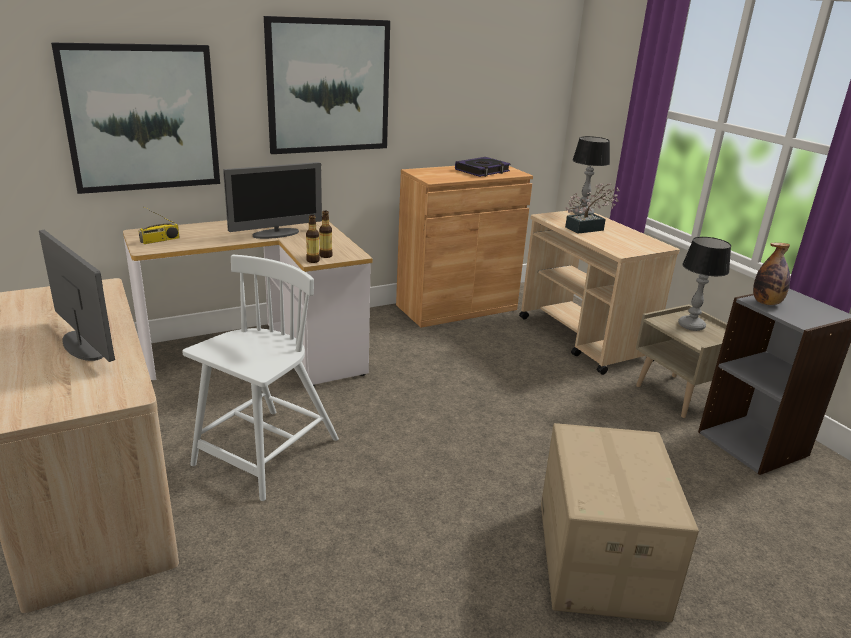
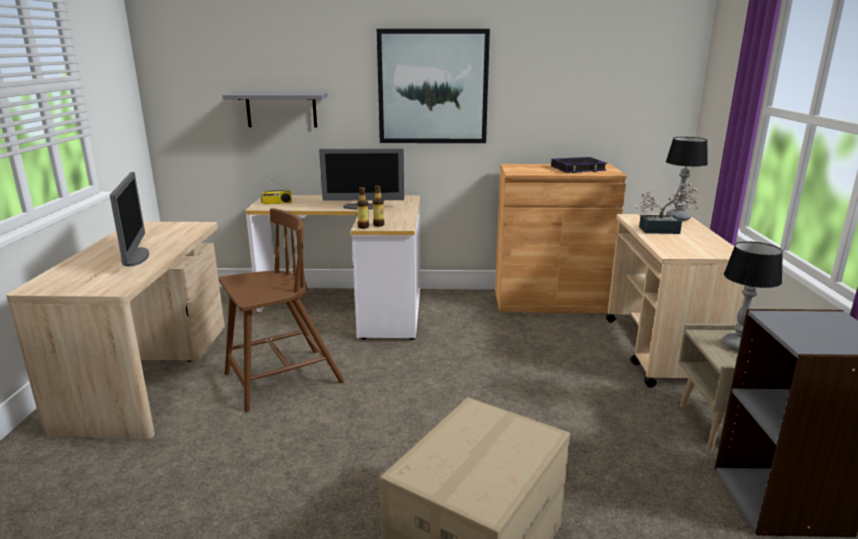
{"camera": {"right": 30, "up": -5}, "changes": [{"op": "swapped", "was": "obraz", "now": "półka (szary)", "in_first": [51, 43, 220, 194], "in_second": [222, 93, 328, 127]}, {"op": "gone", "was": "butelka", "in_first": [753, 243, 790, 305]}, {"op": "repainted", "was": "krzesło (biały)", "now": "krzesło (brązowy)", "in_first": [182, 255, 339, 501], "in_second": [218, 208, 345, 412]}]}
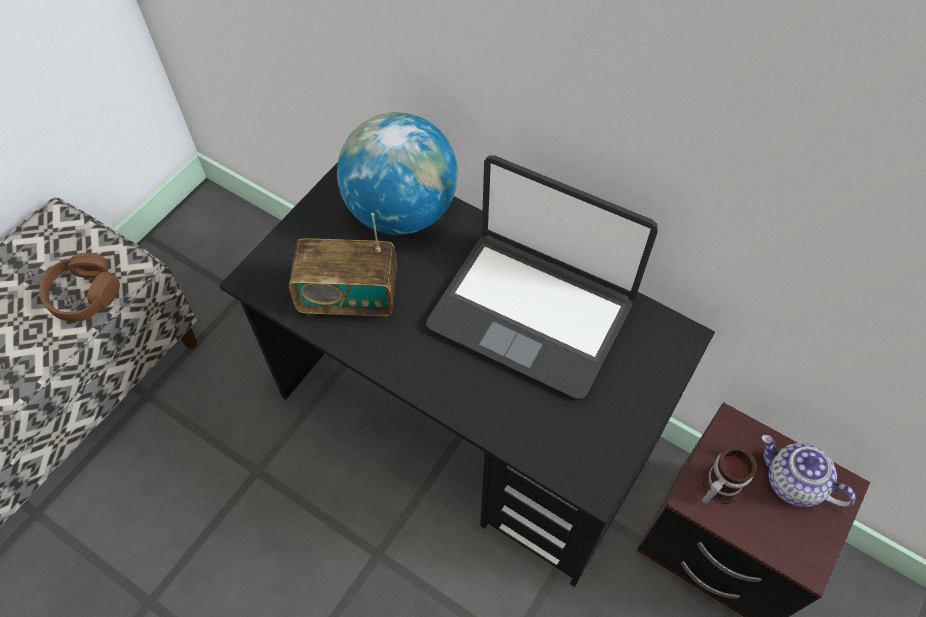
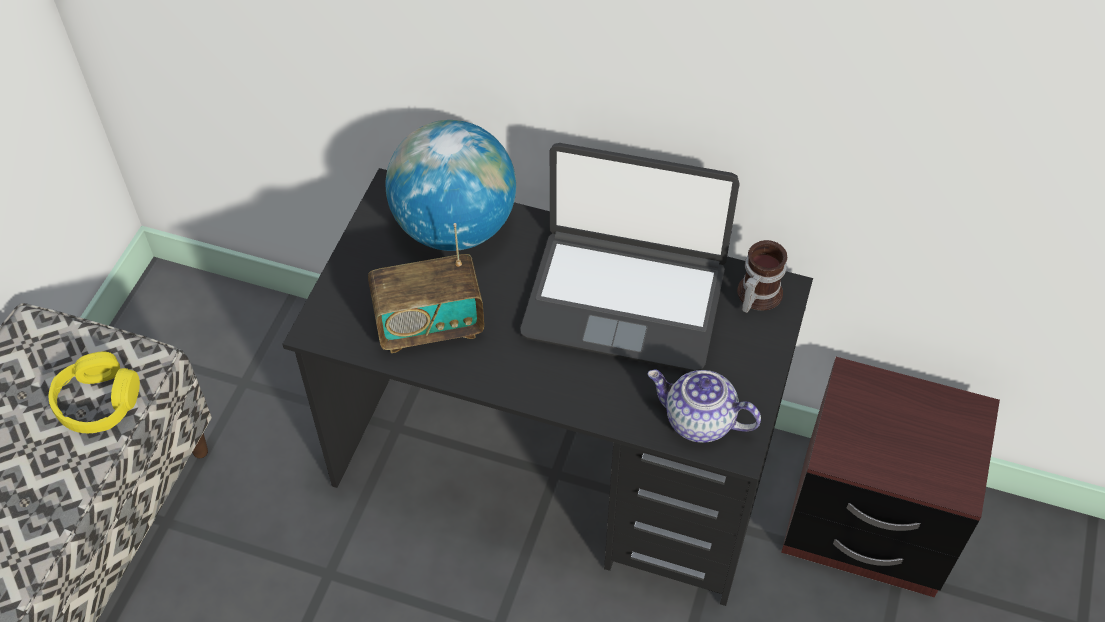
{"camera": {"right": -15, "up": -5}, "changes": [{"op": "repainted", "was": "słuchawki (brązowy)", "now": "słuchawki (żółty)", "in_first": [39, 253, 120, 321], "in_second": [48, 351, 140, 433]}, {"op": "shifted", "was": "imbryk", "in_first": [761, 435, 856, 508], "in_second": [647, 370, 761, 443]}, {"op": "shifted", "was": "kubek", "in_first": [702, 447, 757, 504], "in_second": [737, 240, 787, 313]}]}
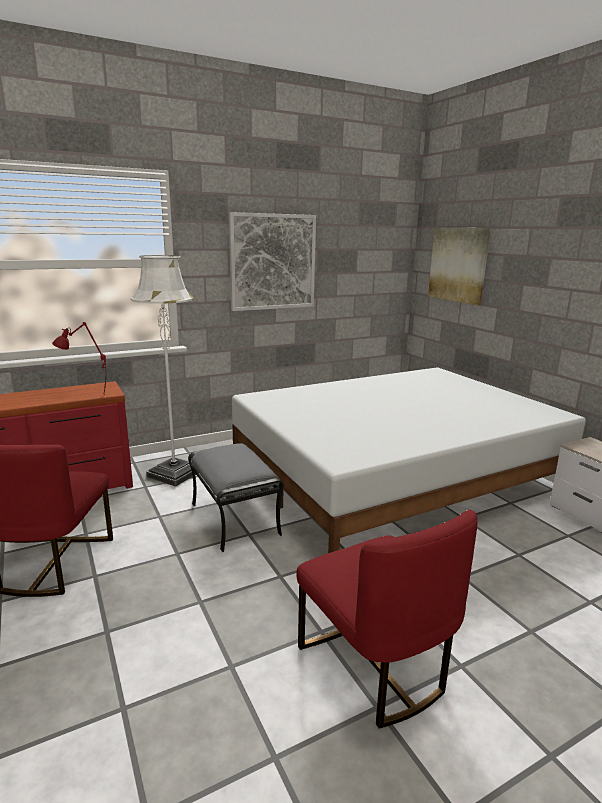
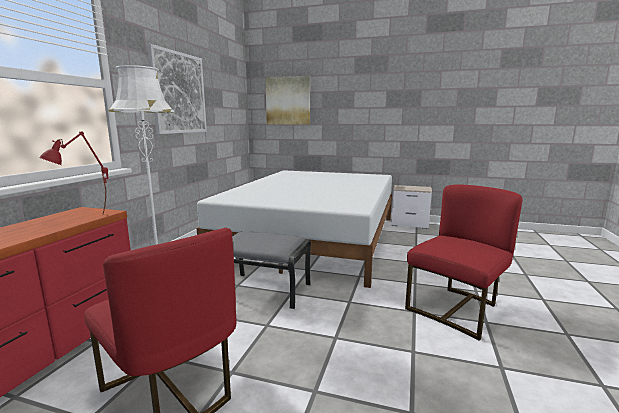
{"camera": {"right": -45, "up": -5}, "changes": [{"op": "rotated", "was": "krzesło (czerwony)", "in_first": [296, 510, 478, 728], "in_second": [405, 184, 522, 341], "clockwise": -60}]}
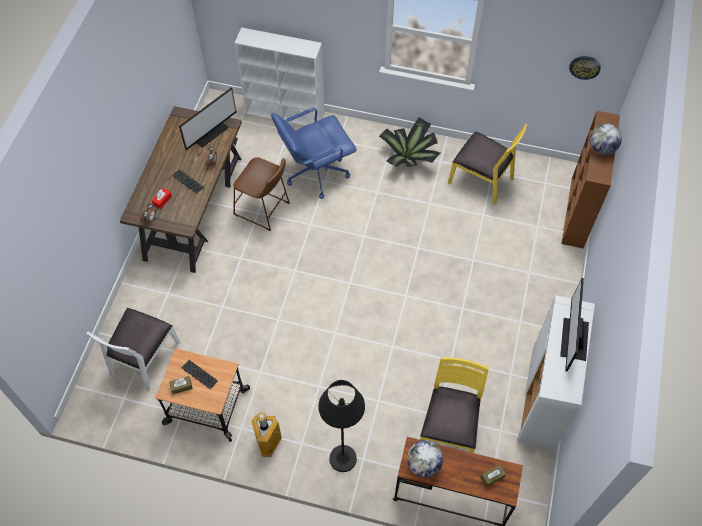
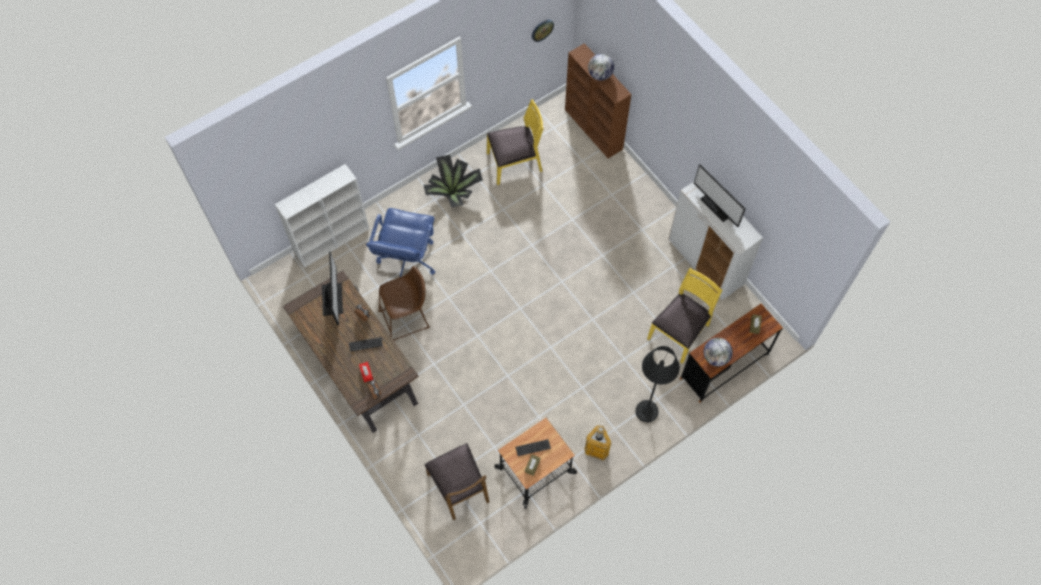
{"camera": {"right": -50, "up": 5}, "changes": [{"op": "repainted", "was": "krzesło (biały)", "now": "krzesło (brązowy)", "in_first": [86, 308, 180, 392], "in_second": [424, 443, 489, 520]}, {"op": "rotated", "was": "krzesło (żółty)", "in_first": [420, 357, 489, 453], "in_second": [647, 268, 722, 364], "clockwise": 75}]}
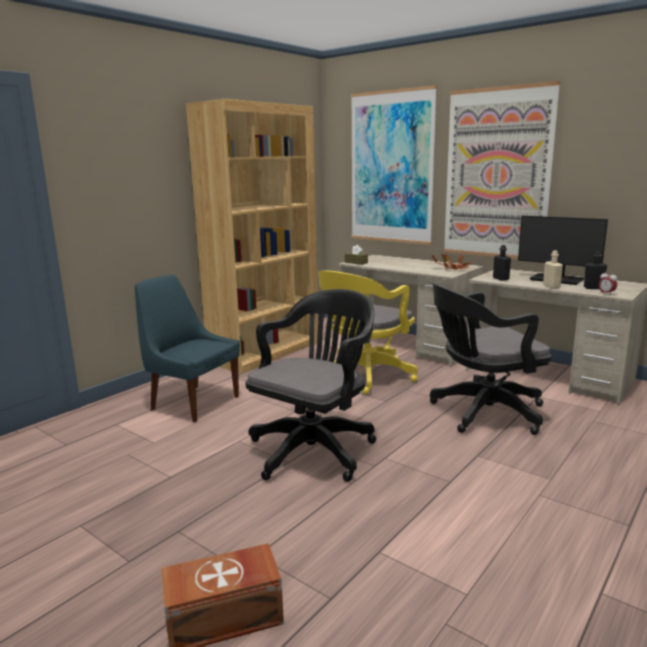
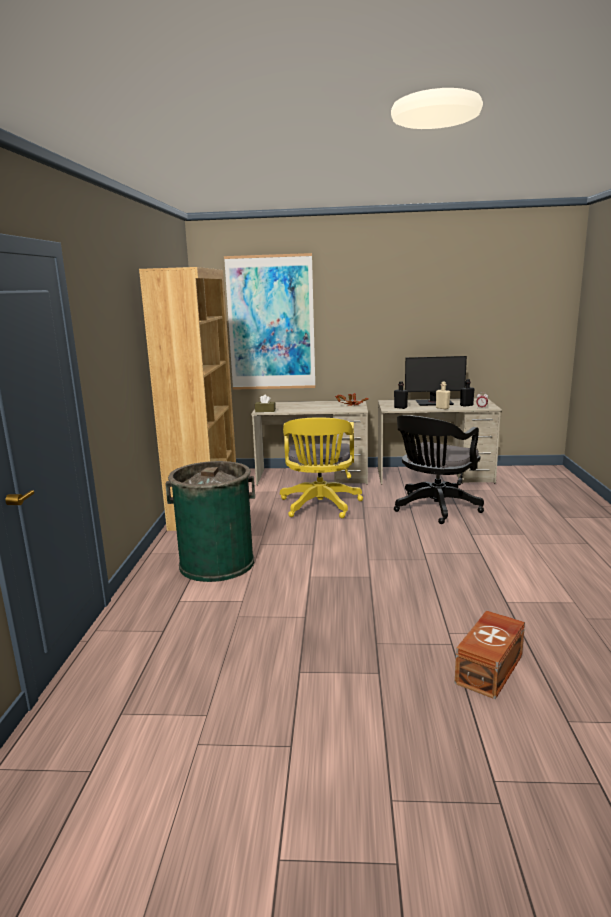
{"camera": {"right": -35, "up": 0}, "changes": [{"op": "gone", "was": "obraz", "in_first": [444, 81, 560, 259]}, {"op": "swapped", "was": "krzesło (niebieski)", "now": "kosz na śmieci (zielony)", "in_first": [135, 275, 240, 422], "in_second": [165, 461, 255, 582]}, {"op": "gone", "was": "krzesło biurowe (czarny)", "in_first": [245, 289, 376, 482]}]}
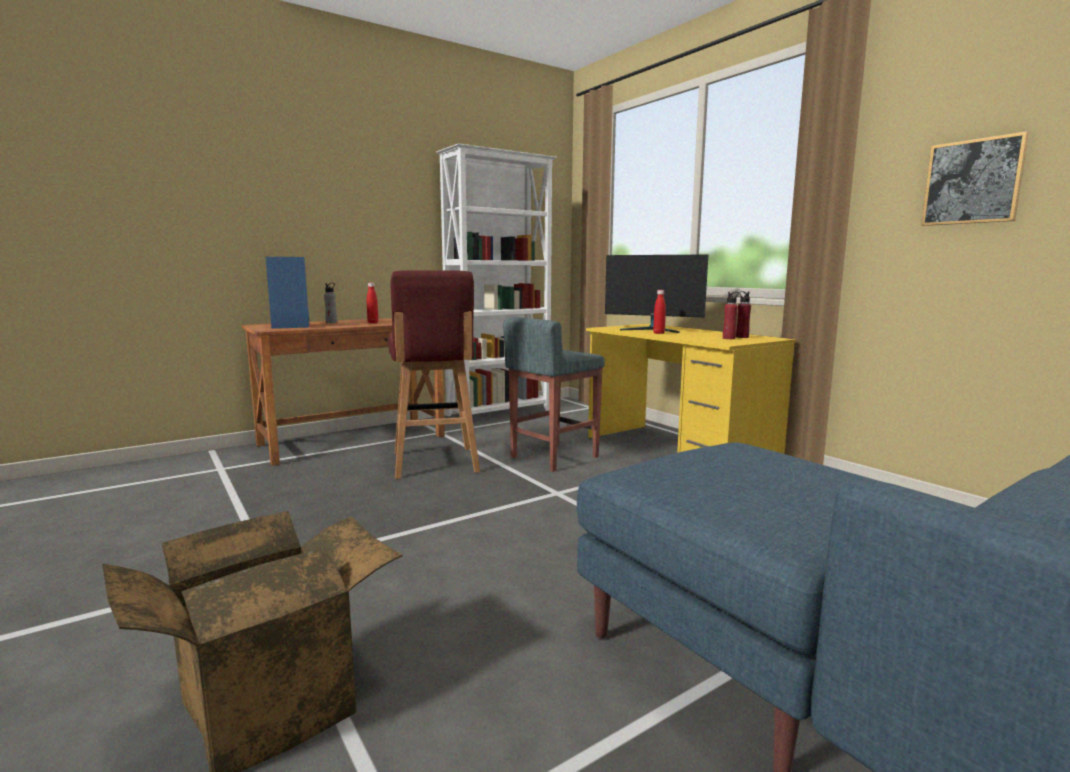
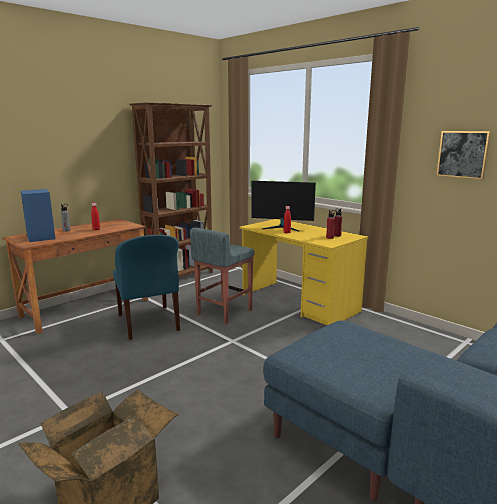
{"camera": {"right": -10, "up": 5}, "changes": [{"op": "repainted", "was": "regał (biały)", "now": "regał (brązowy)", "in_first": [436, 143, 557, 416], "in_second": [130, 102, 213, 277]}, {"op": "swapped", "was": "stołek (czerwony)", "now": "krzesło (niebieski)", "in_first": [388, 270, 480, 479], "in_second": [113, 235, 180, 340]}]}
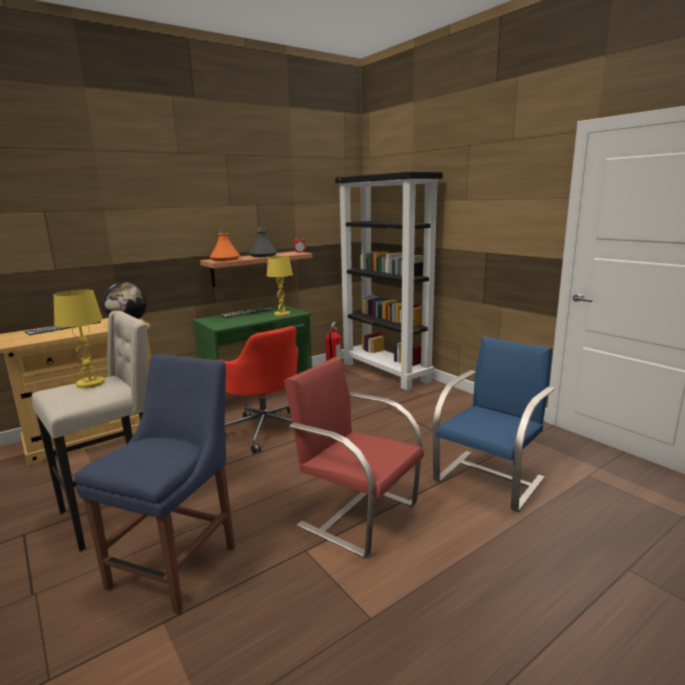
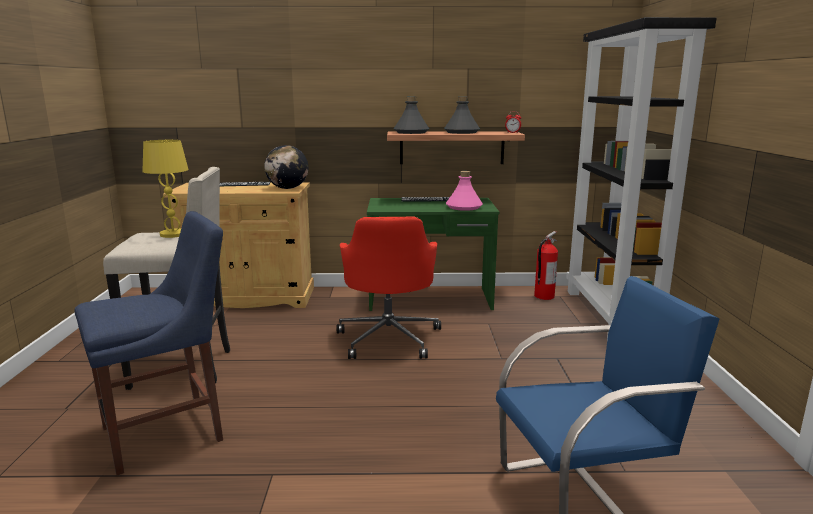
{"camera": {"right": 35, "up": 0}, "changes": [{"op": "repainted", "was": "butelka (pomarańczowy)", "now": "butelka (szary)", "in_first": [210, 229, 240, 261], "in_second": [393, 96, 429, 134]}, {"op": "swapped", "was": "lampa stołowa (żółty)", "now": "butelka (różowy)", "in_first": [267, 256, 293, 316], "in_second": [446, 171, 483, 211]}, {"op": "gone", "was": "krzesło (czerwony)", "in_first": [284, 357, 424, 558]}]}
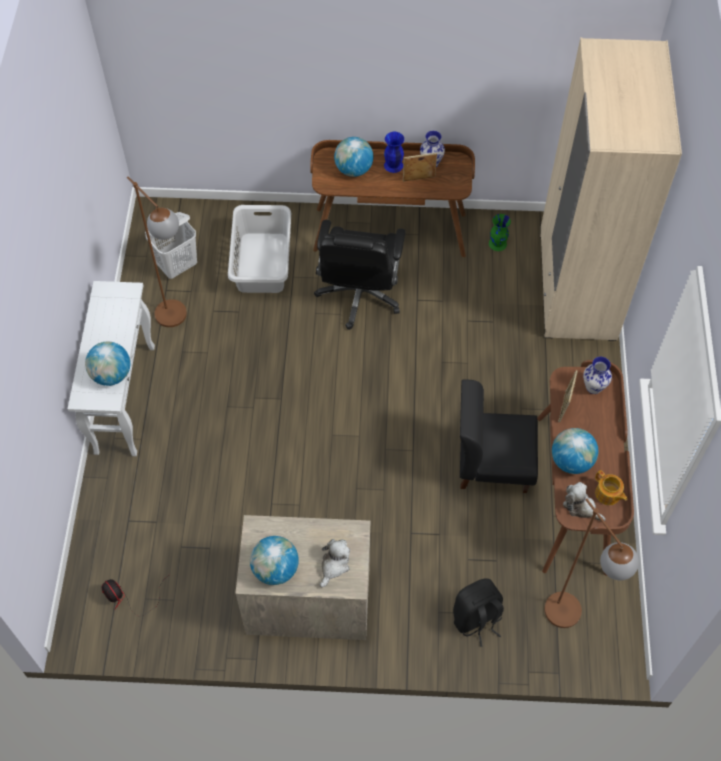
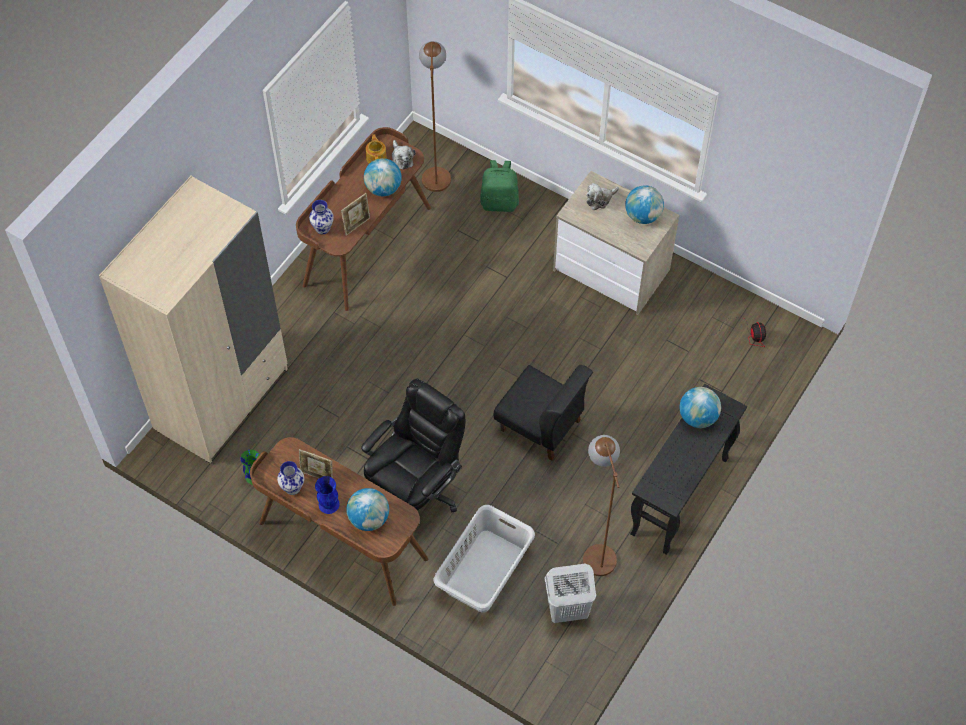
{"camera": {"right": -150, "up": 0}, "changes": [{"op": "repainted", "was": "stolik konsolowy (biały)", "now": "stolik konsolowy (czarny)", "in_first": [68, 281, 155, 456], "in_second": [630, 384, 747, 555]}, {"op": "shifted", "was": "krzesło (czarny)", "in_first": [460, 379, 538, 493], "in_second": [493, 365, 593, 461]}, {"op": "repainted", "was": "plecak (czarny)", "now": "plecak (zielony)", "in_first": [453, 579, 504, 647], "in_second": [480, 160, 519, 212]}]}
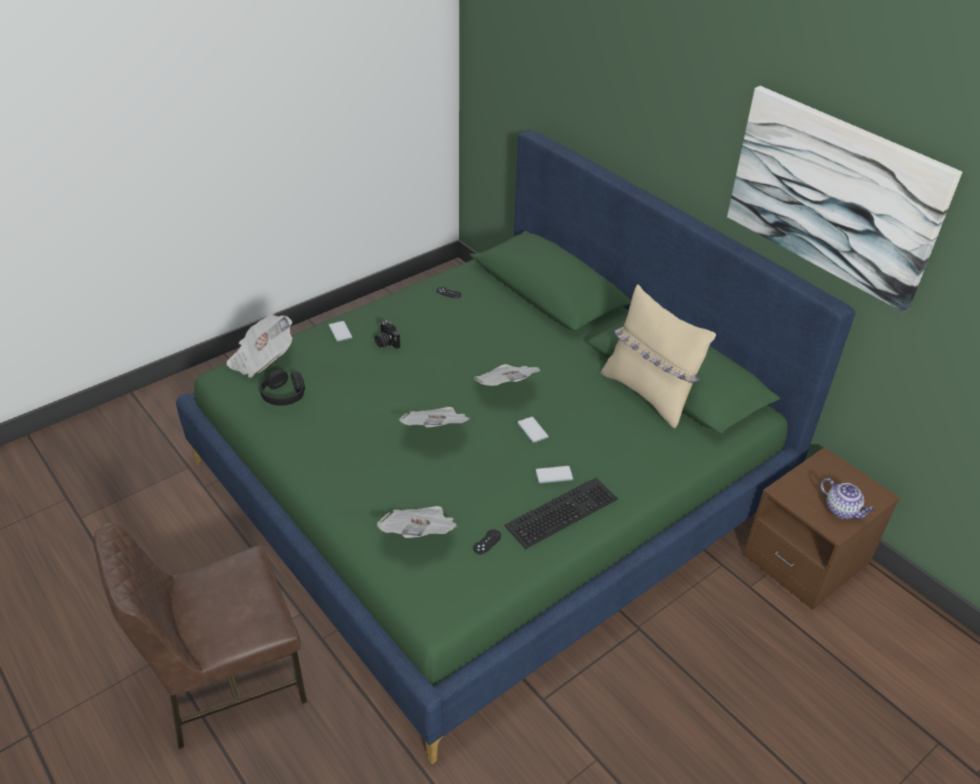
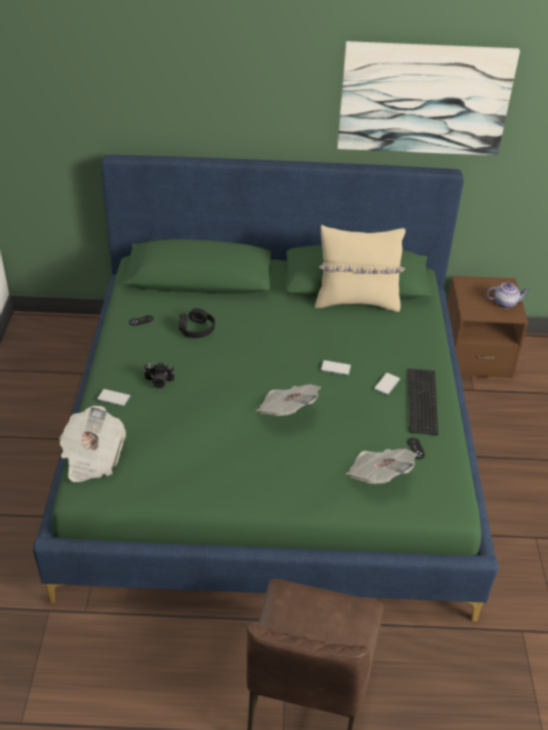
{"camera": {"right": -50, "up": 0}, "changes": [{"op": "gone", "was": "gazeta", "in_first": [474, 364, 541, 386]}, {"op": "shifted", "was": "słuchawki (czarny)", "in_first": [260, 369, 305, 406], "in_second": [179, 308, 215, 338]}]}
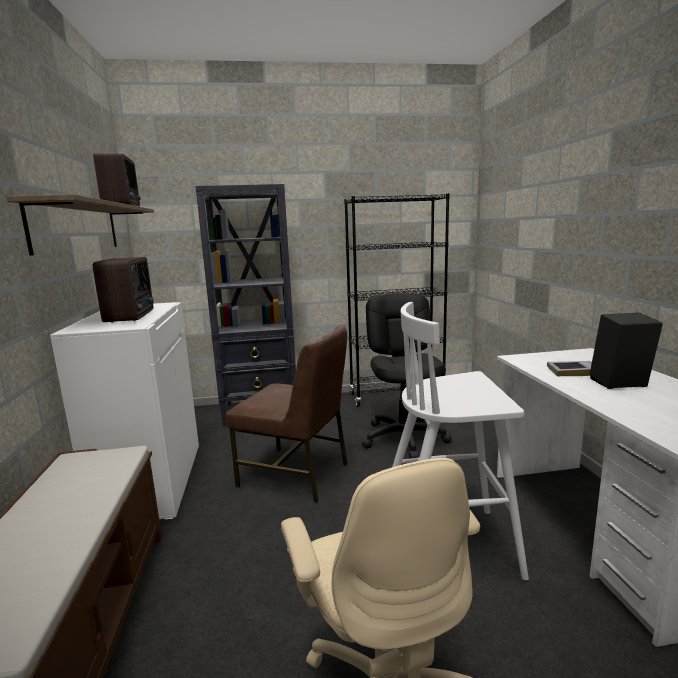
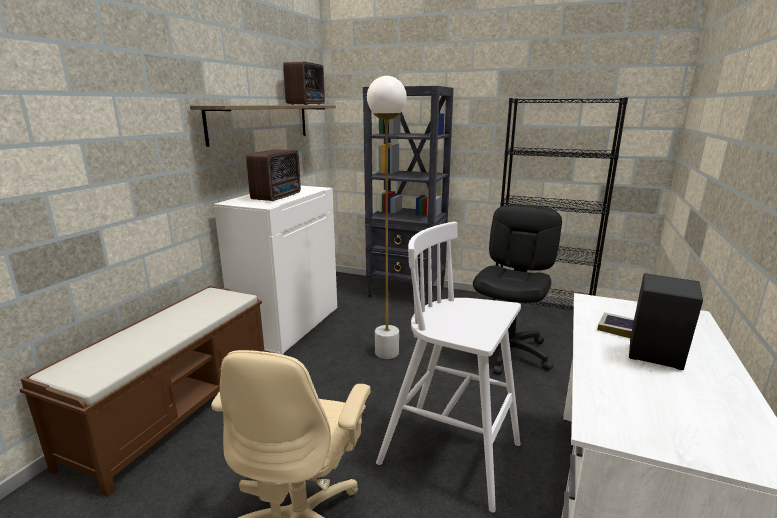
{"camera": {"right": 30, "up": 5}, "changes": [{"op": "swapped", "was": "krzesło (brązowy)", "now": "lampa stojąca (biały)", "in_first": [226, 325, 347, 503], "in_second": [367, 76, 407, 359]}]}
